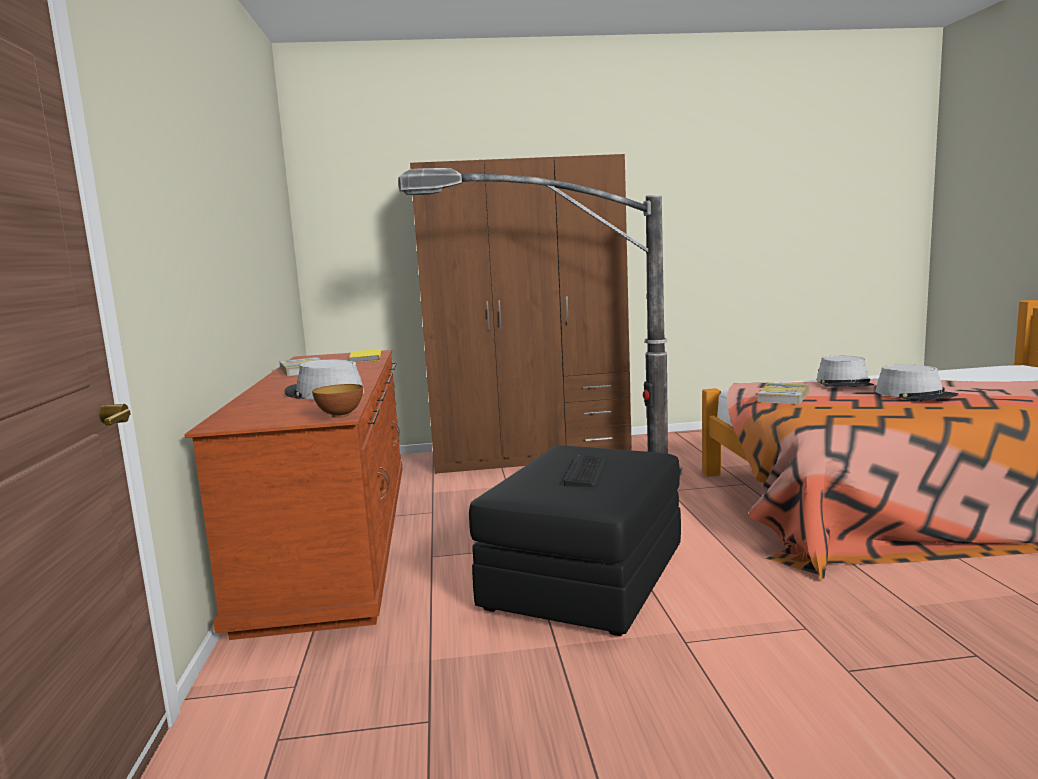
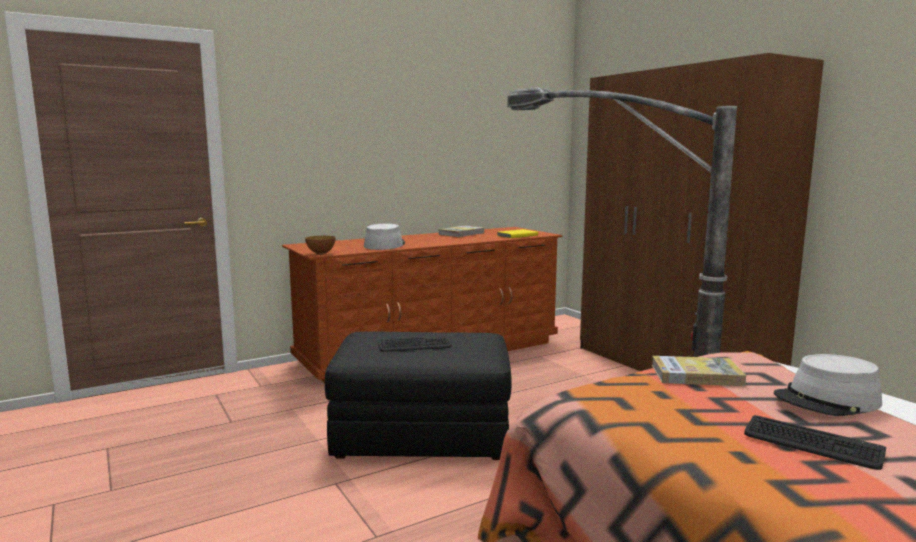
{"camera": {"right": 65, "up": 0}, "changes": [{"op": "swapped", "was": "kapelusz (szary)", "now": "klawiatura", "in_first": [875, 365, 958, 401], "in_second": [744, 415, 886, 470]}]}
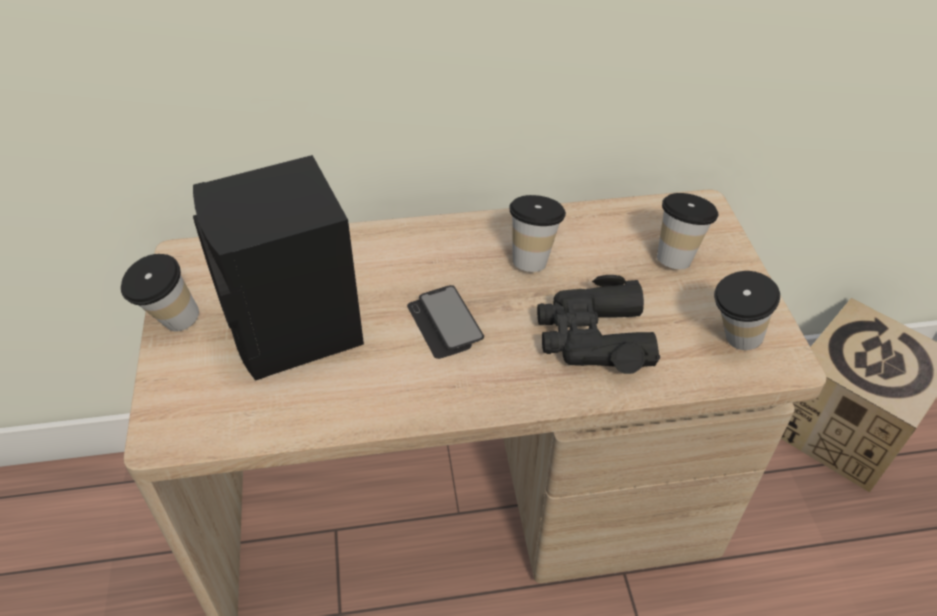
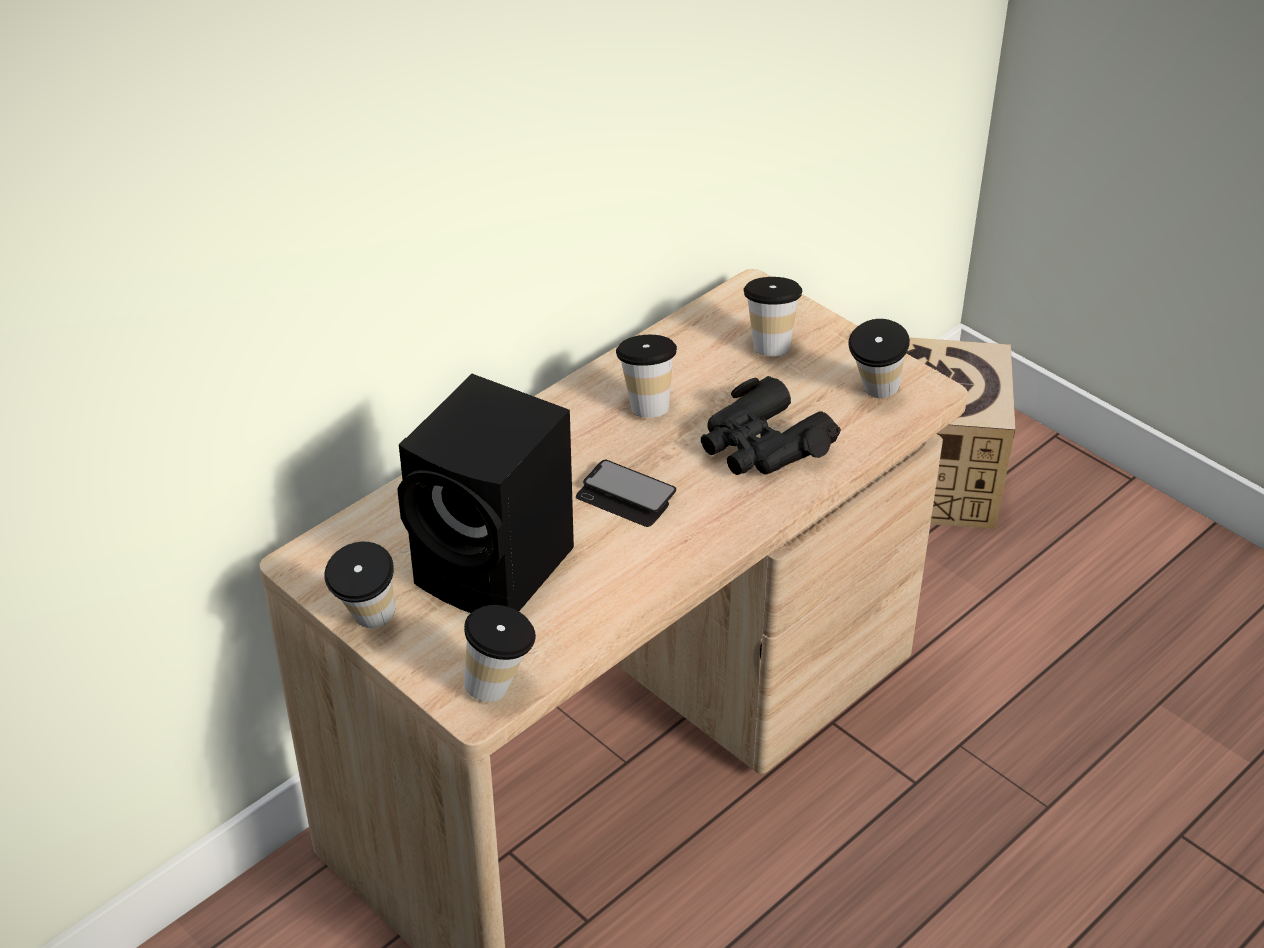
{"camera": {"right": -35, "up": -5}, "changes": [{"op": "new", "now": "filiżanka", "in_second": [464, 605, 536, 702]}]}
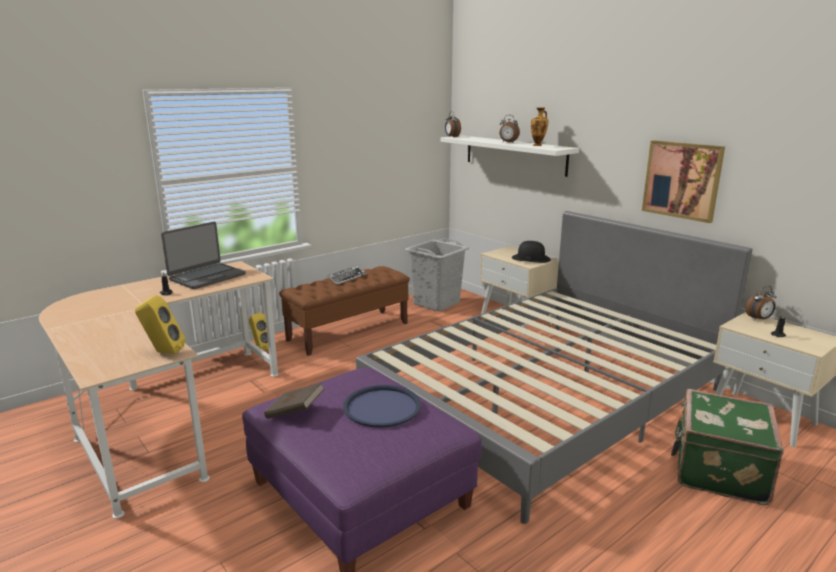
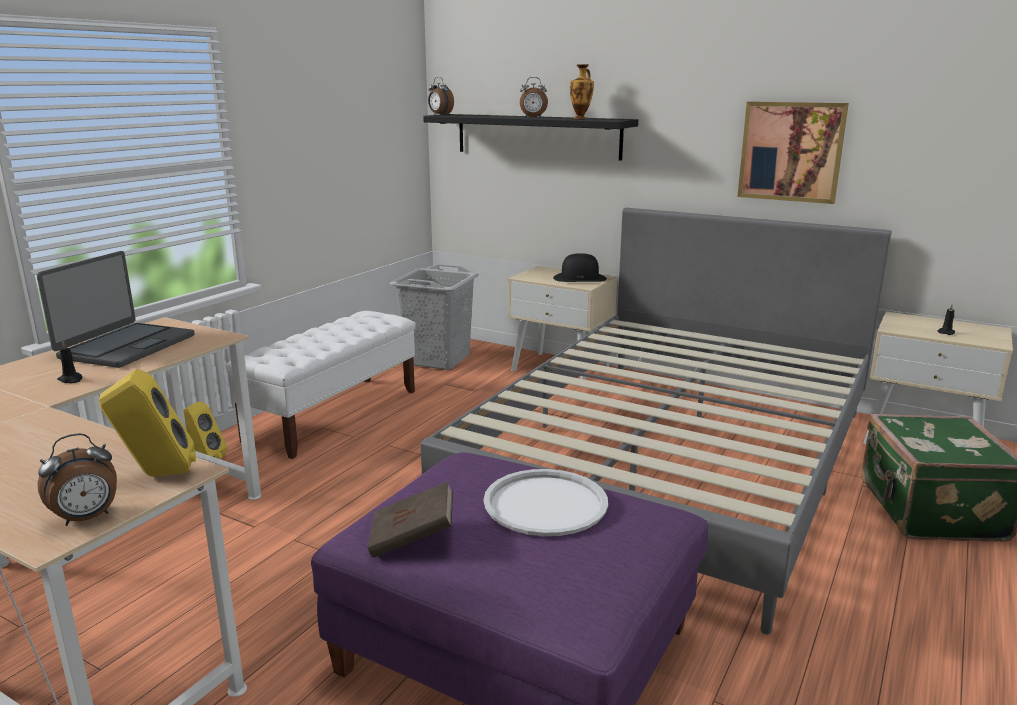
{"camera": {"right": -20, "up": 0}, "changes": [{"op": "repainted", "was": "półka (biały)", "now": "półka (czarny)", "in_first": [440, 136, 579, 177], "in_second": [423, 114, 638, 161]}, {"op": "repainted", "was": "ławka (brązowy)", "now": "ławka (biały)", "in_first": [279, 266, 410, 356], "in_second": [225, 311, 416, 459]}, {"op": "gone", "was": "klawiatura", "in_first": [327, 266, 367, 285]}, {"op": "shifted", "was": "budzik", "in_first": [746, 286, 776, 321], "in_second": [38, 433, 117, 526]}, {"op": "repainted", "was": "taca (niebieski)", "now": "taca (biały)", "in_first": [343, 385, 421, 428], "in_second": [484, 469, 608, 536]}]}
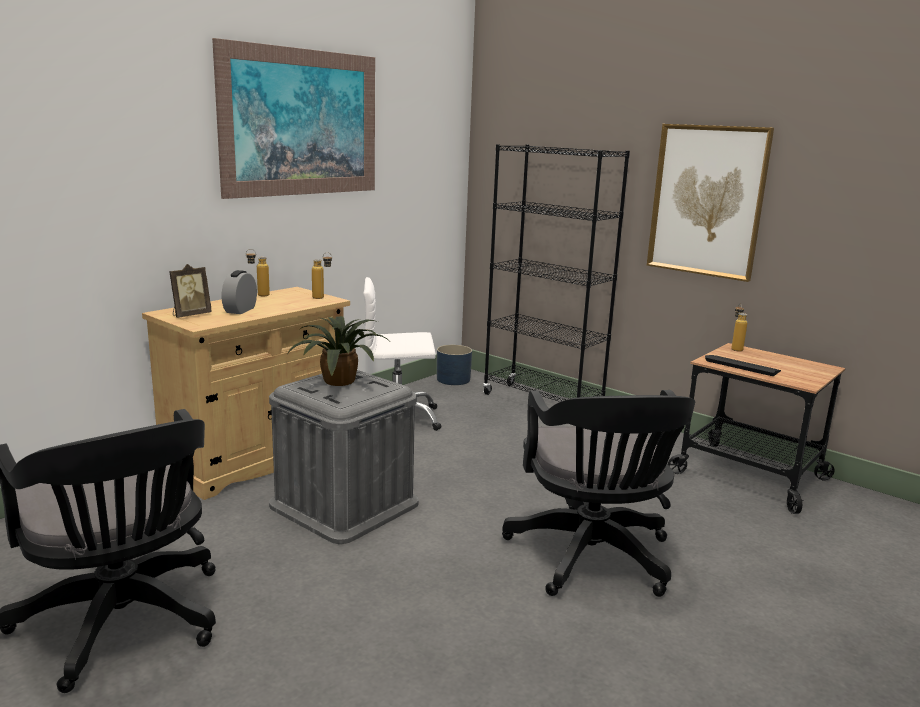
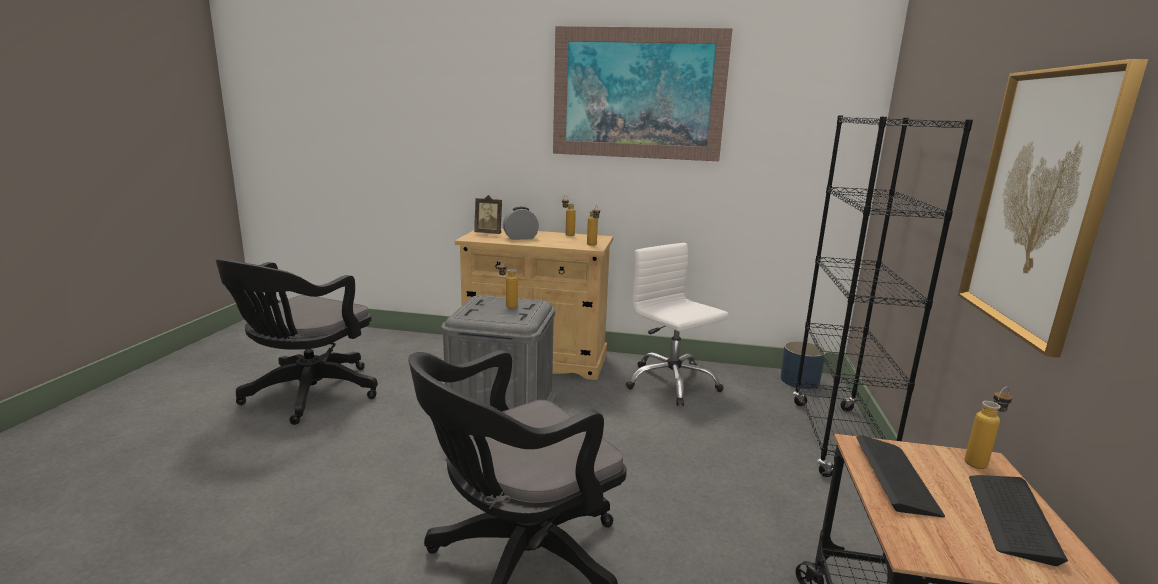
{"camera": {"right": 60, "up": 0}, "changes": [{"op": "swapped", "was": "roślina doniczkowa", "now": "butelka", "in_first": [287, 316, 389, 386], "in_second": [498, 261, 518, 308]}, {"op": "new", "now": "klawiatura", "in_second": [969, 475, 1068, 566]}]}
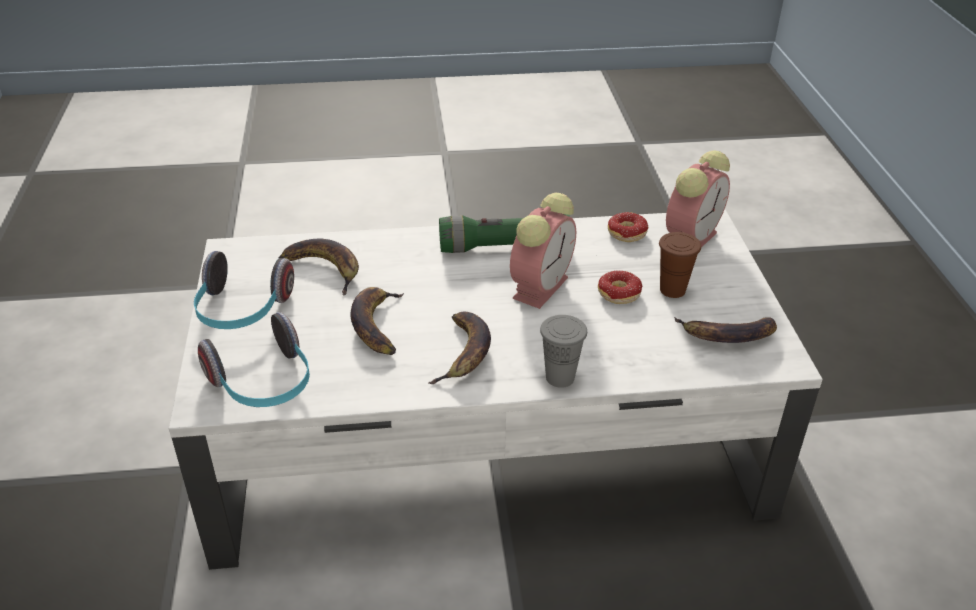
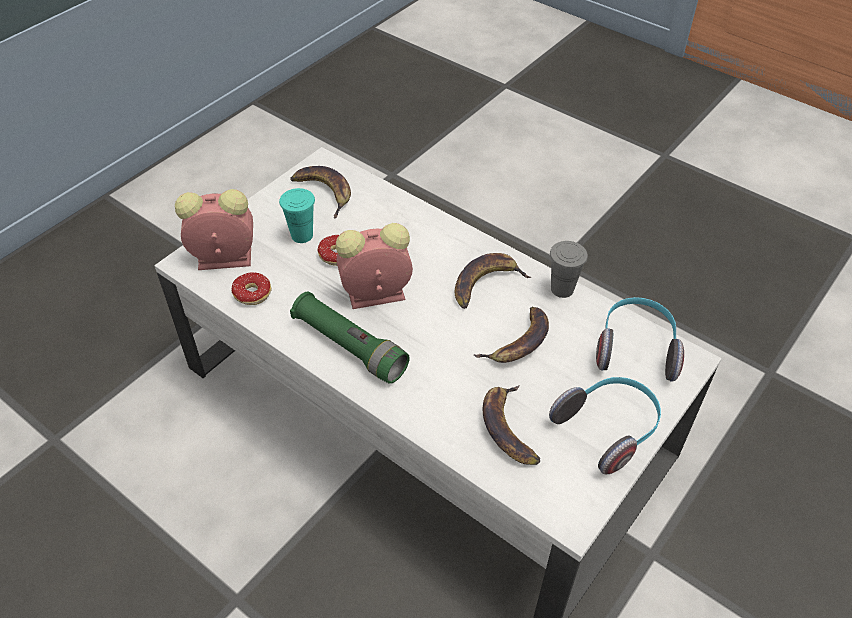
{"camera": {"right": -135, "up": 10}, "changes": [{"op": "repainted", "was": "filiżanka (brązowy)", "now": "filiżanka (turkusowy)", "in_first": [659, 232, 701, 298], "in_second": [279, 188, 315, 243]}, {"op": "shifted", "was": "filiżanka (szary)", "in_first": [540, 315, 587, 388], "in_second": [550, 241, 588, 298]}]}
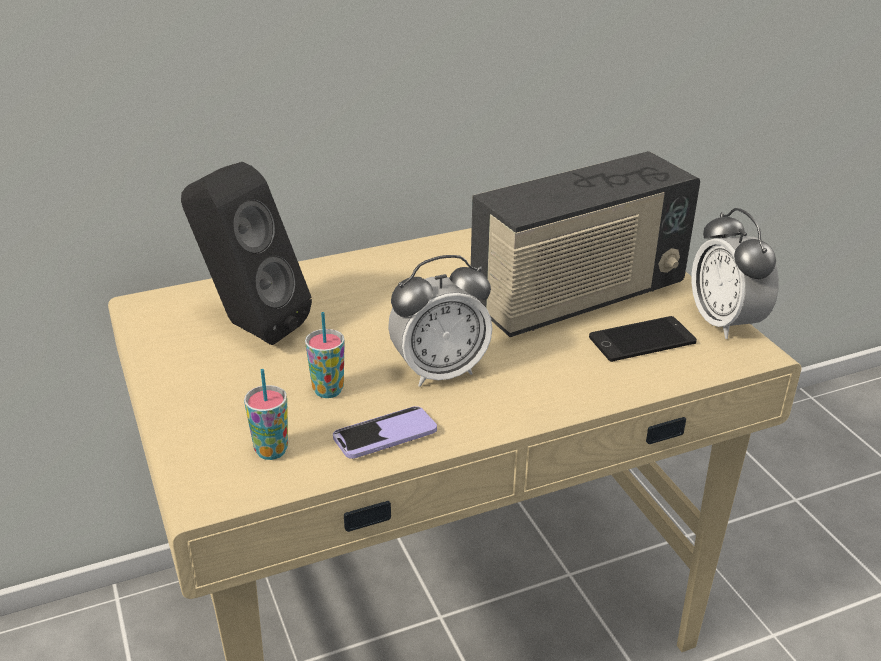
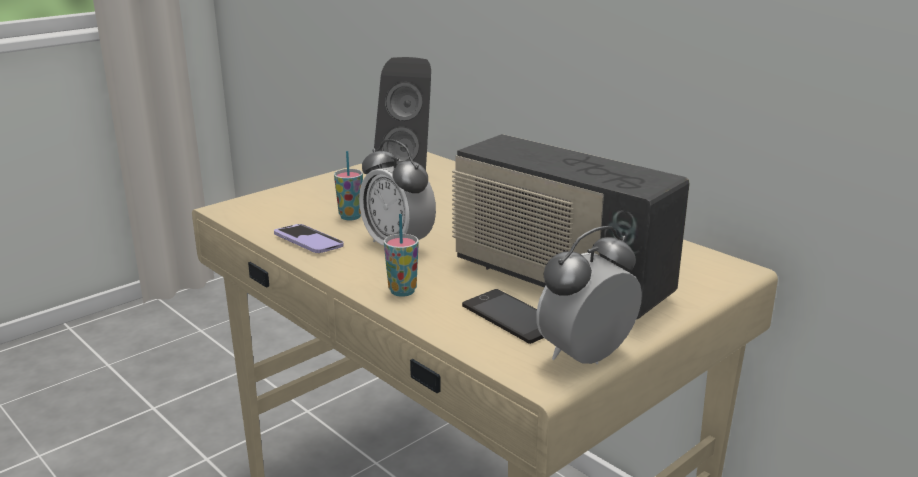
{"camera": {"right": 70, "up": -10}, "changes": [{"op": "shifted", "was": "filiżanka", "in_first": [244, 369, 288, 460], "in_second": [384, 214, 419, 297]}]}
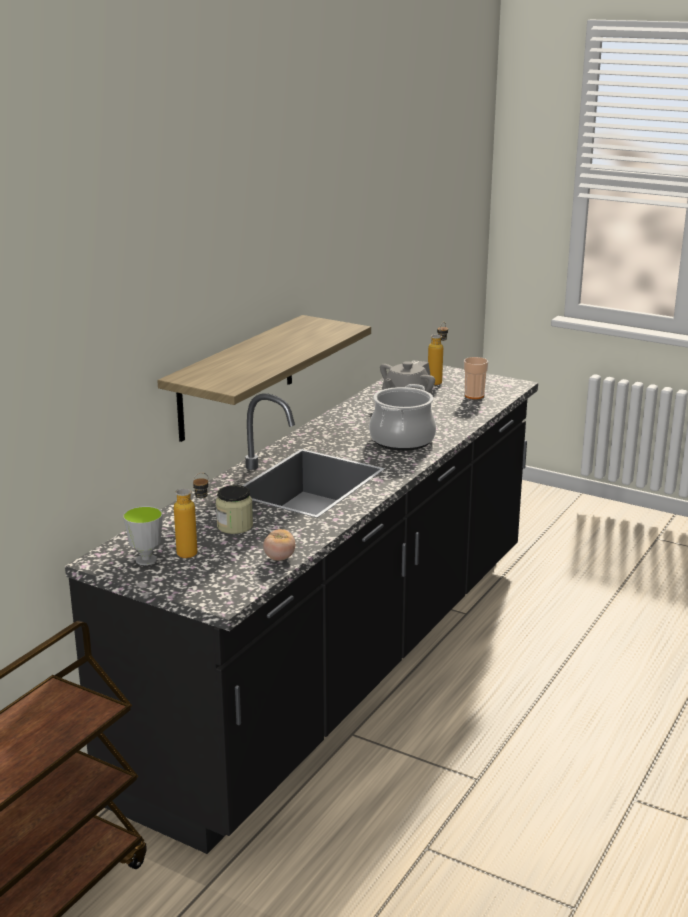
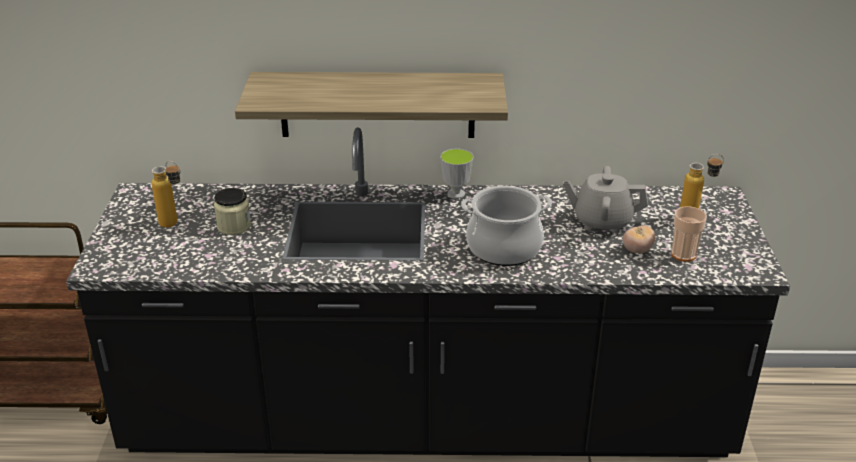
{"camera": {"right": 60, "up": 10}, "changes": [{"op": "shifted", "was": "filiżanka", "in_first": [123, 506, 163, 565], "in_second": [440, 148, 474, 199]}, {"op": "shifted", "was": "pomidor", "in_first": [263, 529, 295, 561], "in_second": [623, 225, 655, 253]}]}
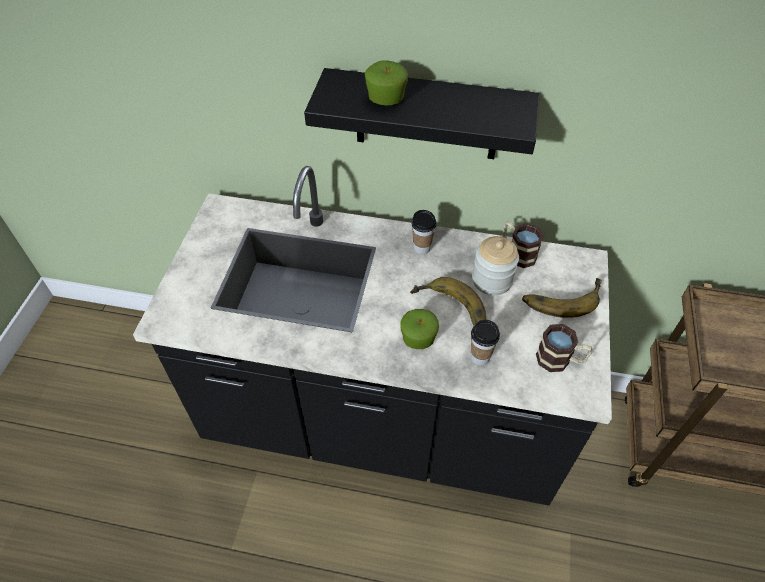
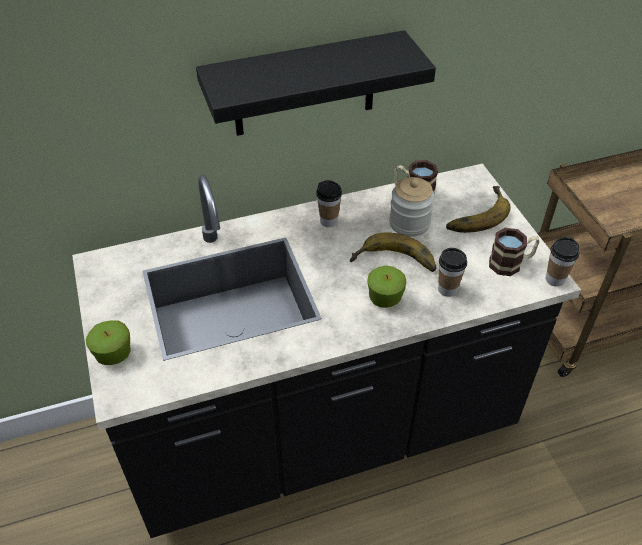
{"camera": {"right": -30, "up": -5}, "changes": [{"op": "shifted", "was": "jabłko", "in_first": [365, 60, 408, 105], "in_second": [86, 320, 131, 365]}, {"op": "new", "now": "filiżanka", "in_second": [546, 237, 580, 287]}]}
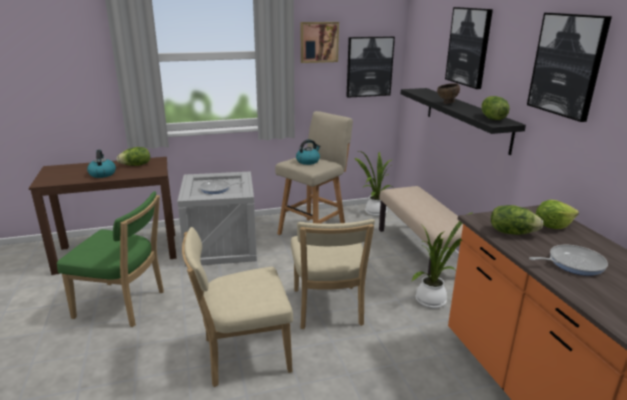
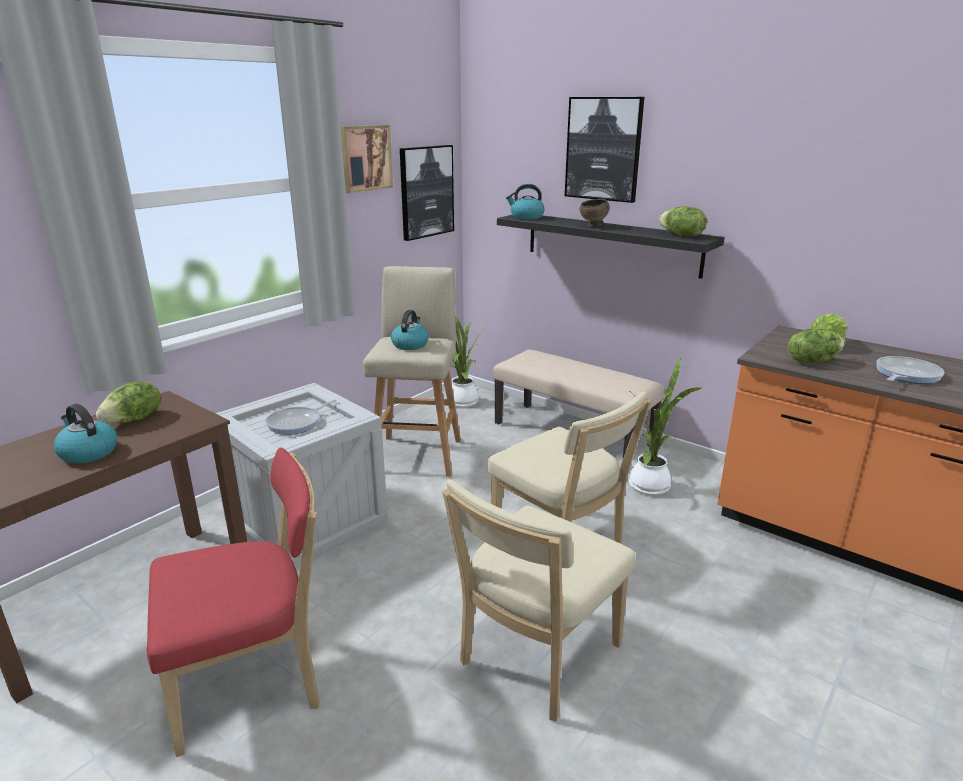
{"camera": {"right": -35, "up": 0}, "changes": [{"op": "gone", "was": "obraz", "in_first": [527, 13, 612, 122]}, {"op": "repainted", "was": "krzesło (zielony)", "now": "krzesło (czerwony)", "in_first": [57, 191, 164, 327], "in_second": [147, 448, 320, 757]}, {"op": "new", "now": "czajnik", "in_second": [506, 184, 545, 219]}]}
